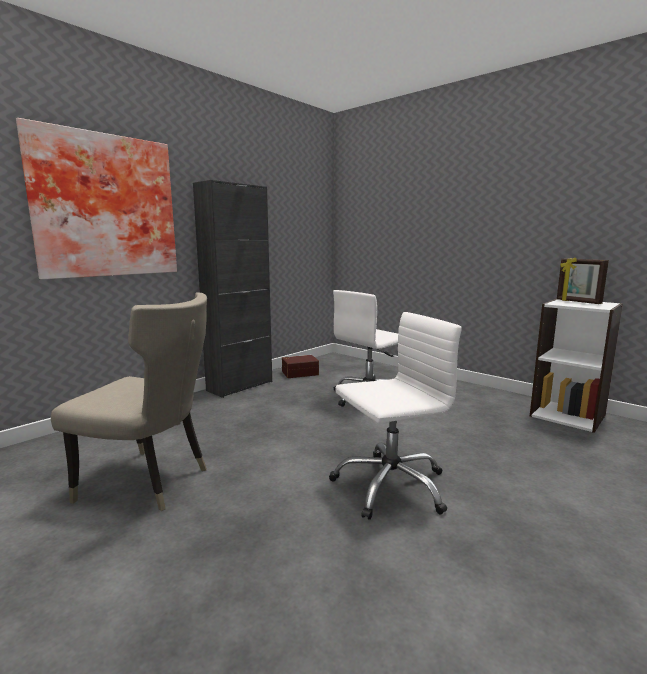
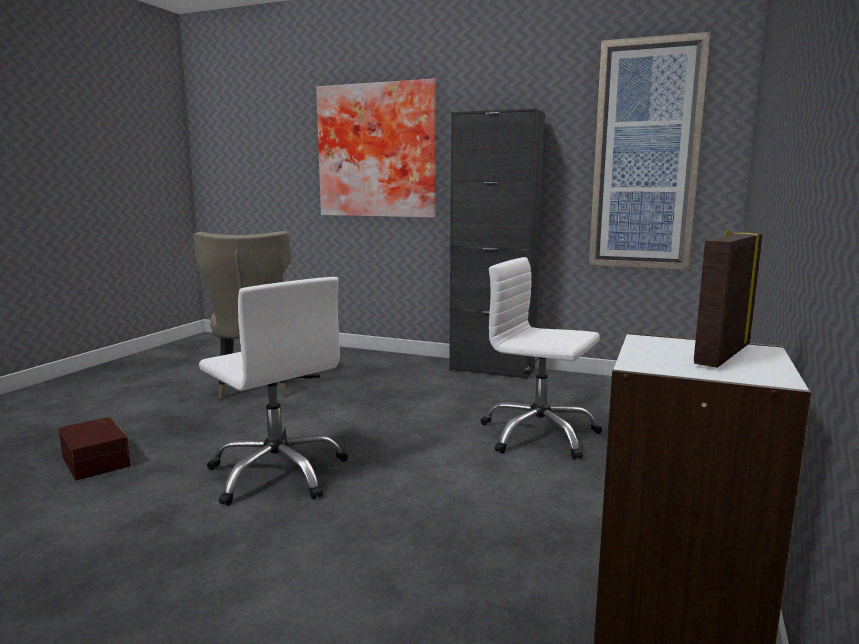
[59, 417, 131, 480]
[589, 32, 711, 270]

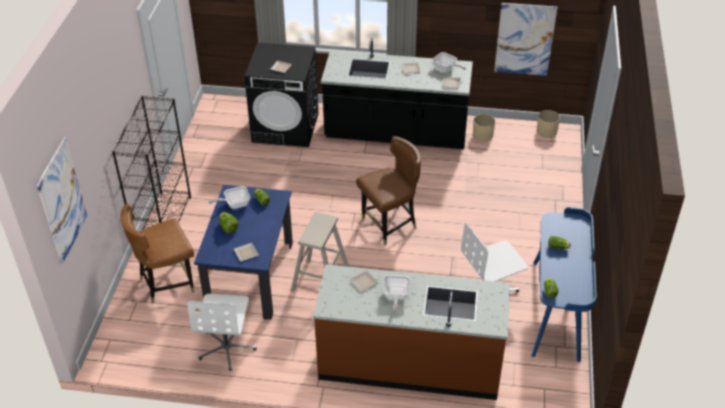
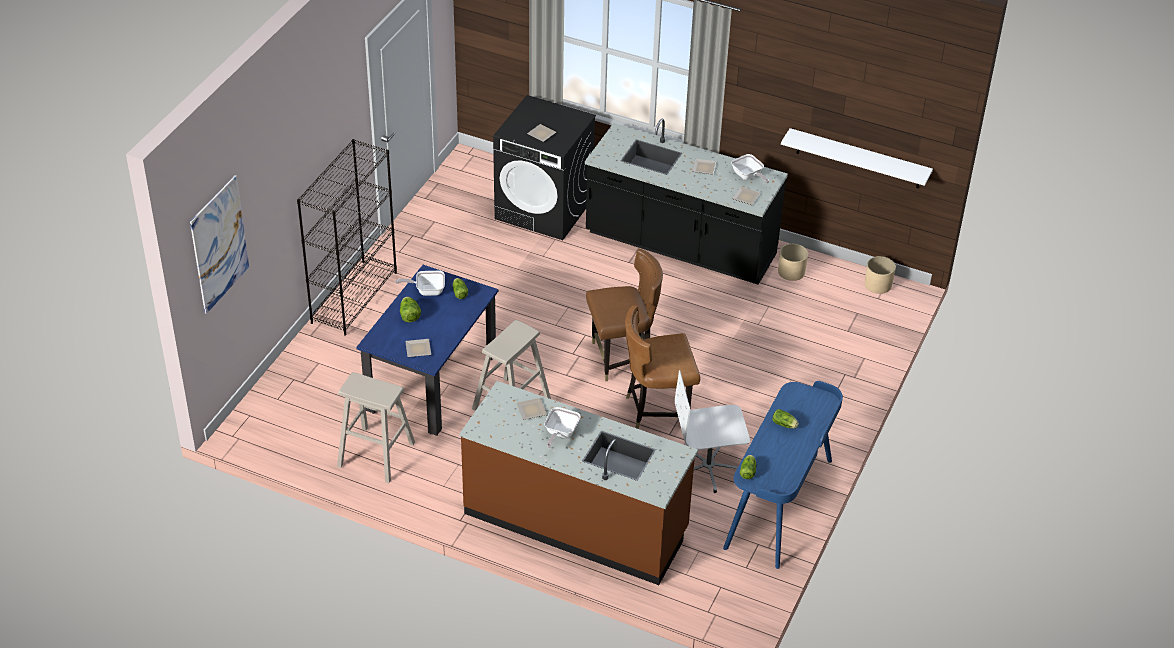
[781, 128, 933, 188]
[625, 305, 700, 429]
[337, 372, 415, 483]

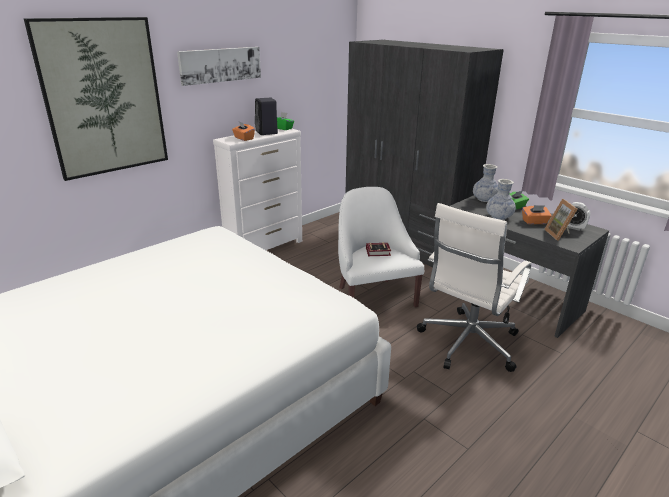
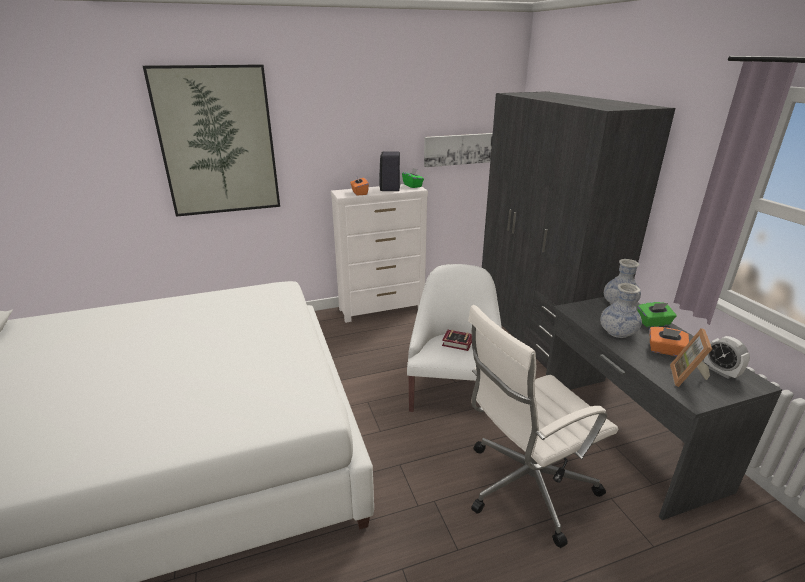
[424, 133, 493, 167]

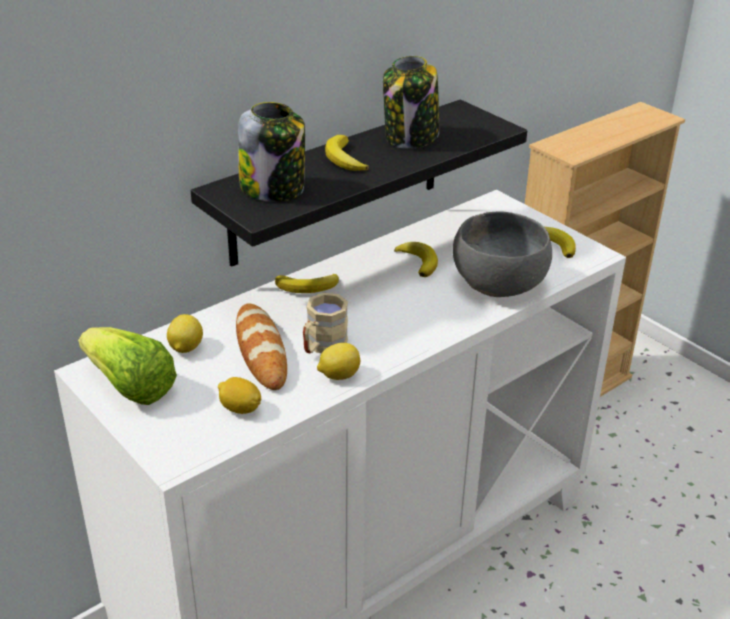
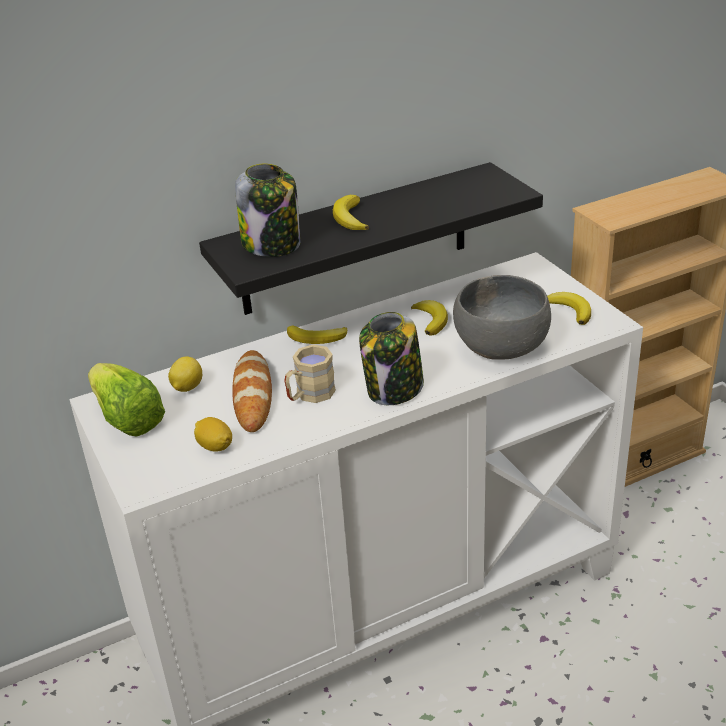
[359, 312, 424, 405]
[317, 343, 360, 380] (first image)

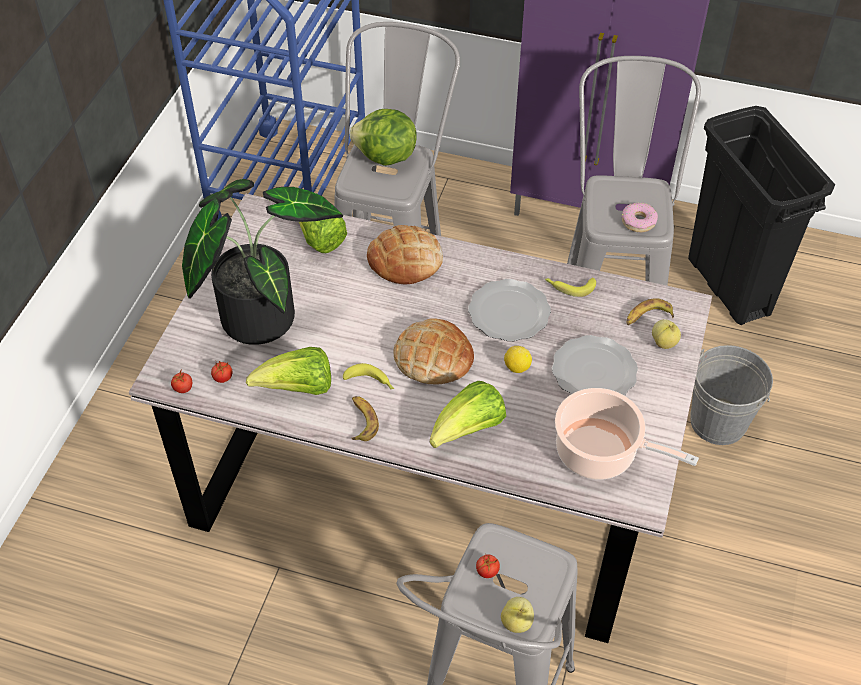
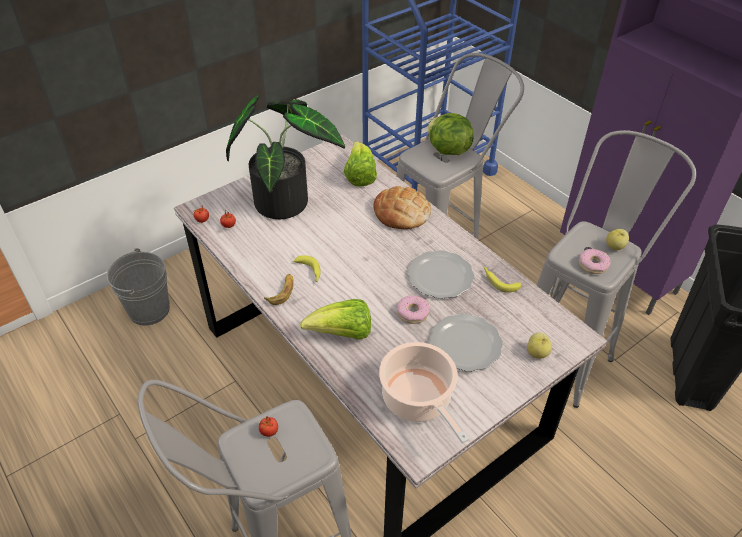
[627, 298, 674, 325] (first image)
[394, 318, 474, 385] (first image)
[107, 248, 170, 326]
[397, 295, 430, 324]
[246, 347, 331, 395] (first image)
[606, 229, 629, 250]

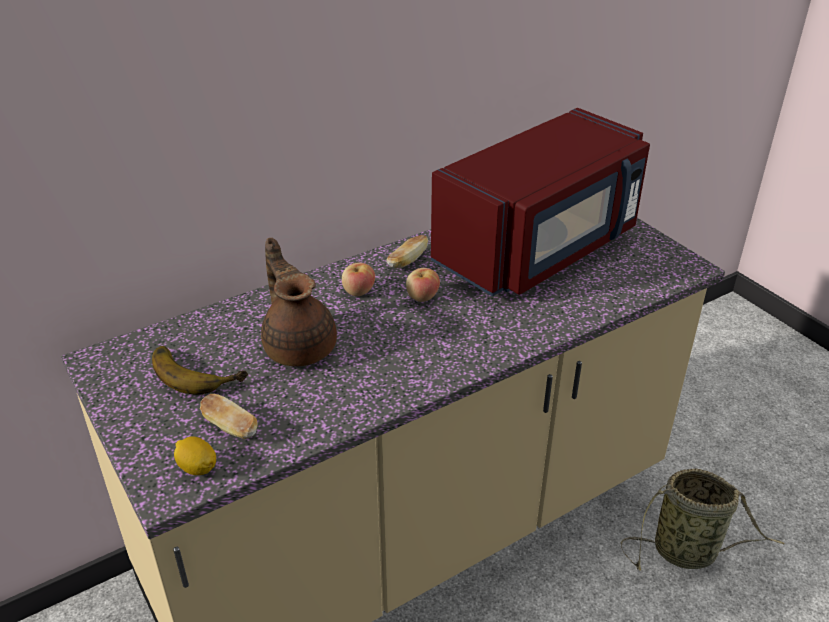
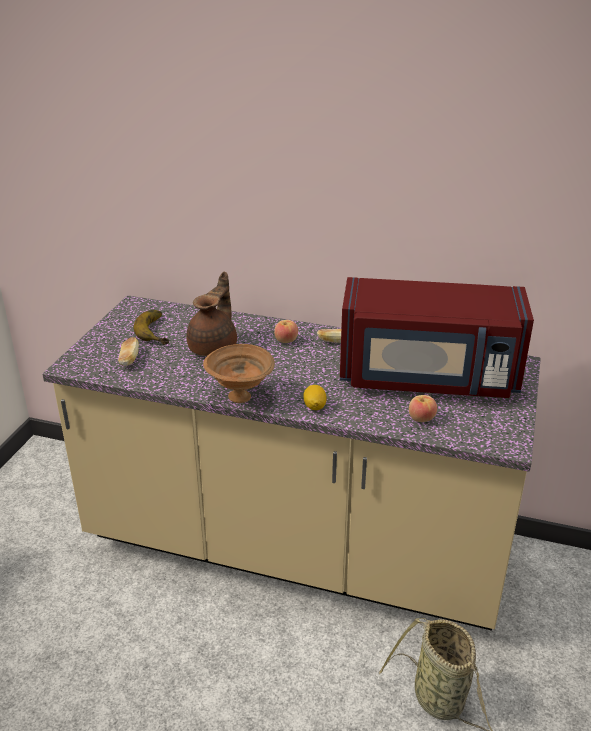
[409, 395, 437, 422]
[303, 385, 327, 410]
[203, 344, 275, 403]

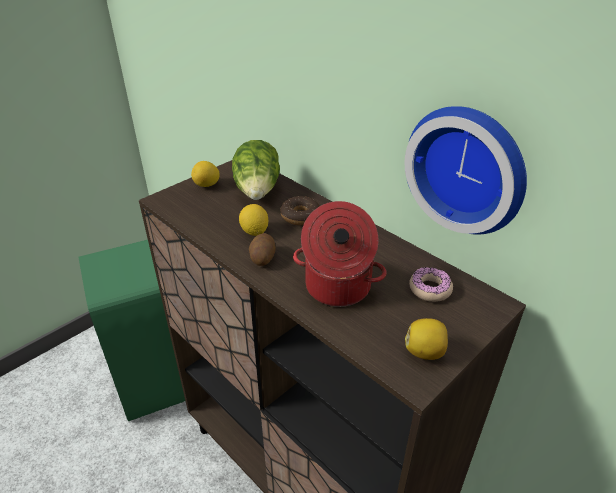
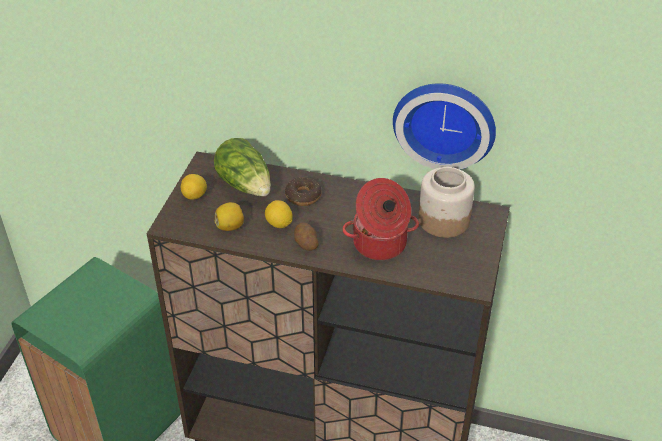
[418, 167, 475, 238]
[215, 202, 244, 231]

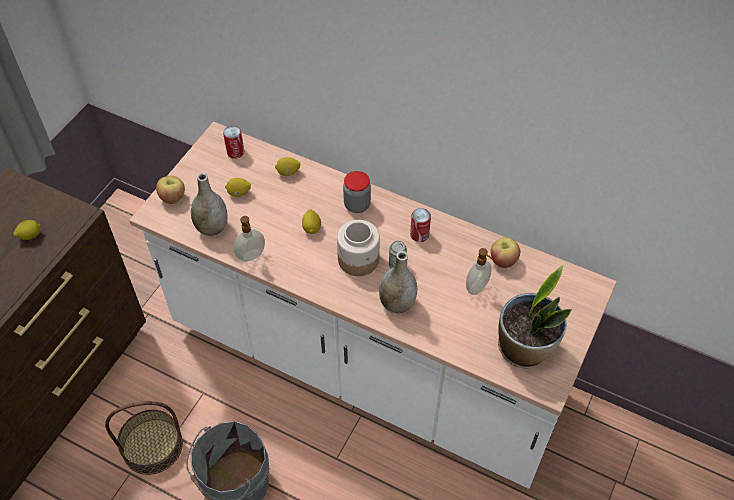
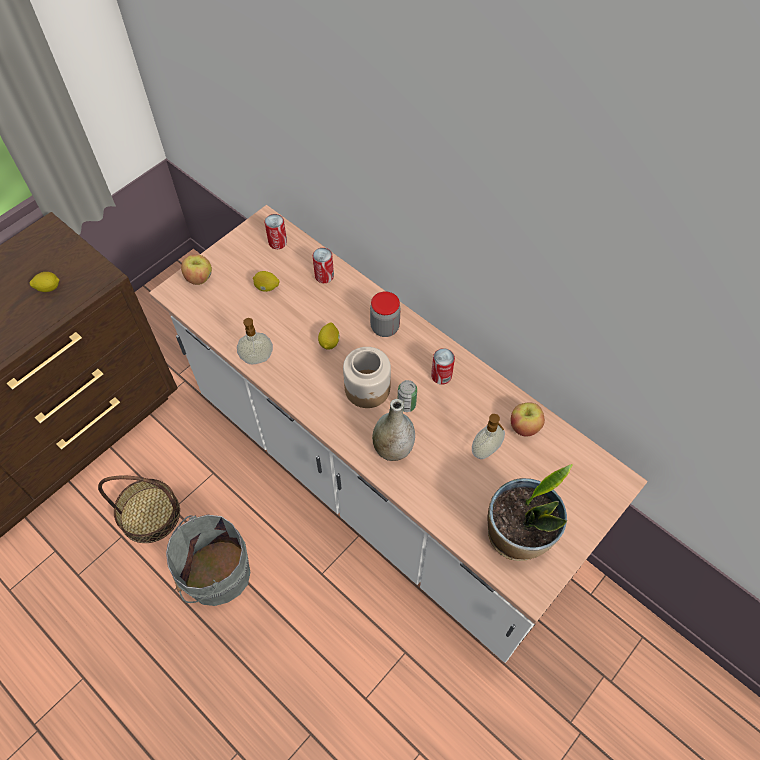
[313, 248, 334, 283]
[191, 173, 228, 236] (first image)

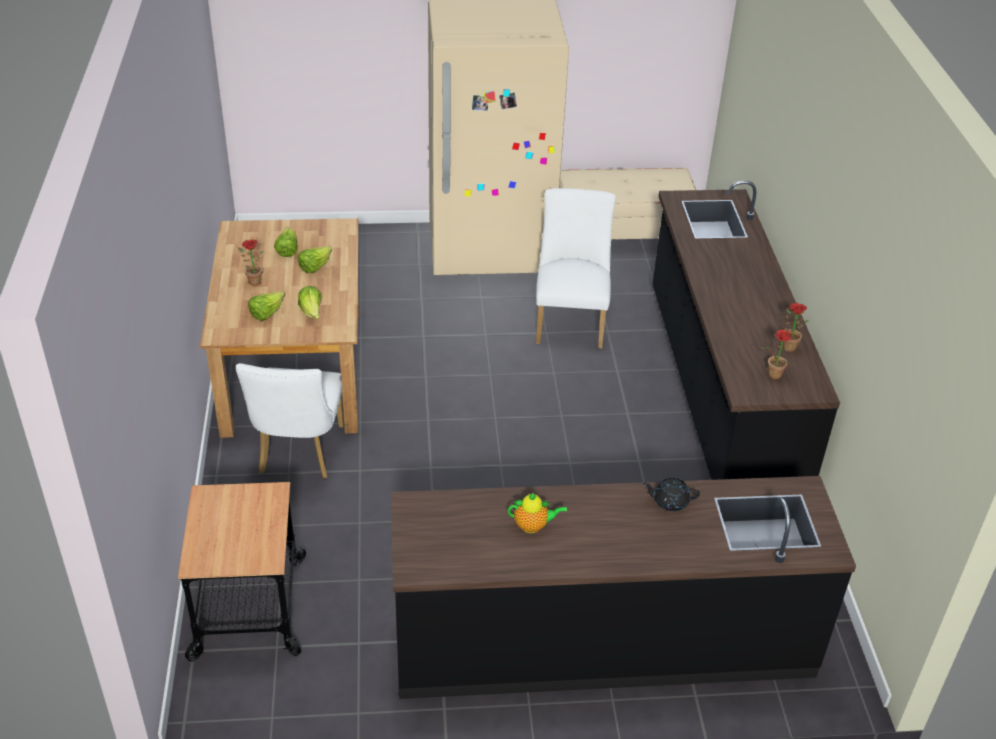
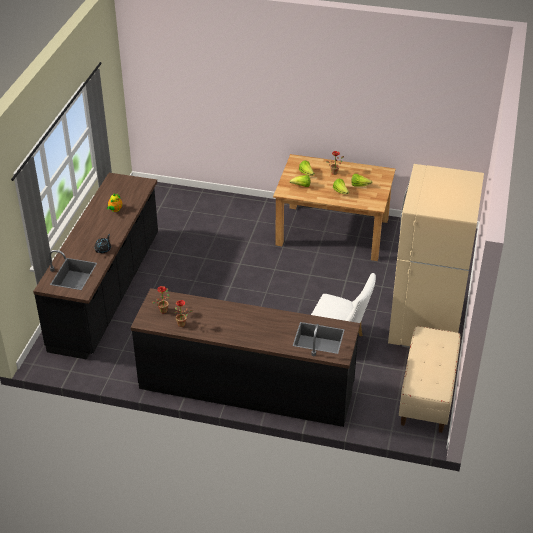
[236, 363, 344, 479] (first image)
[178, 482, 306, 662] (first image)

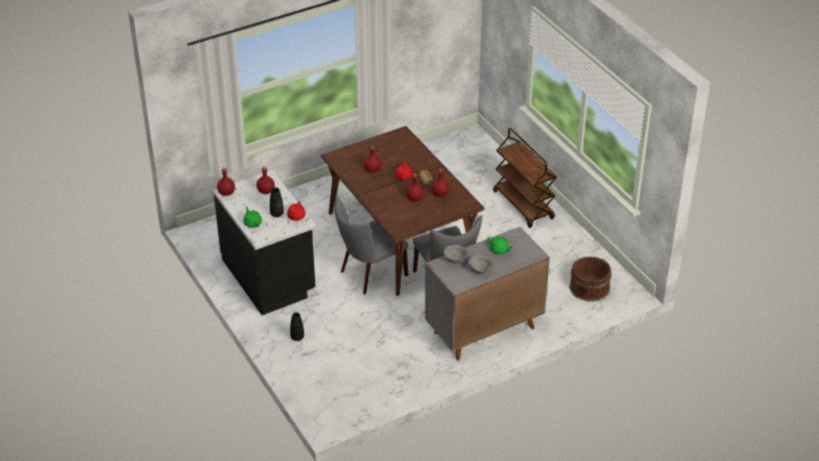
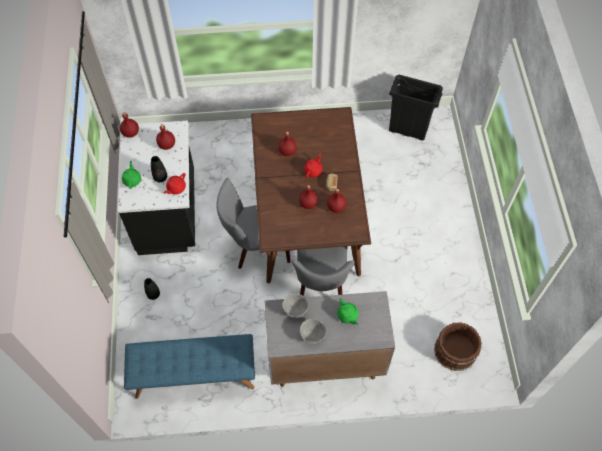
[493, 128, 557, 228] (first image)
[389, 75, 443, 141]
[124, 334, 255, 399]

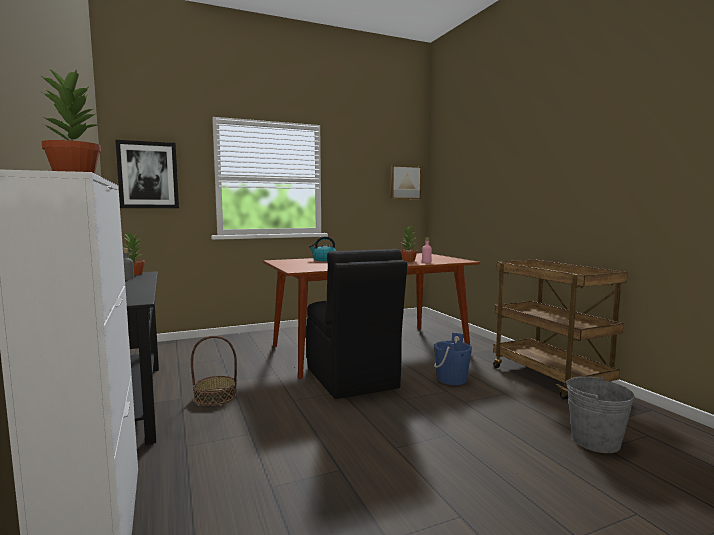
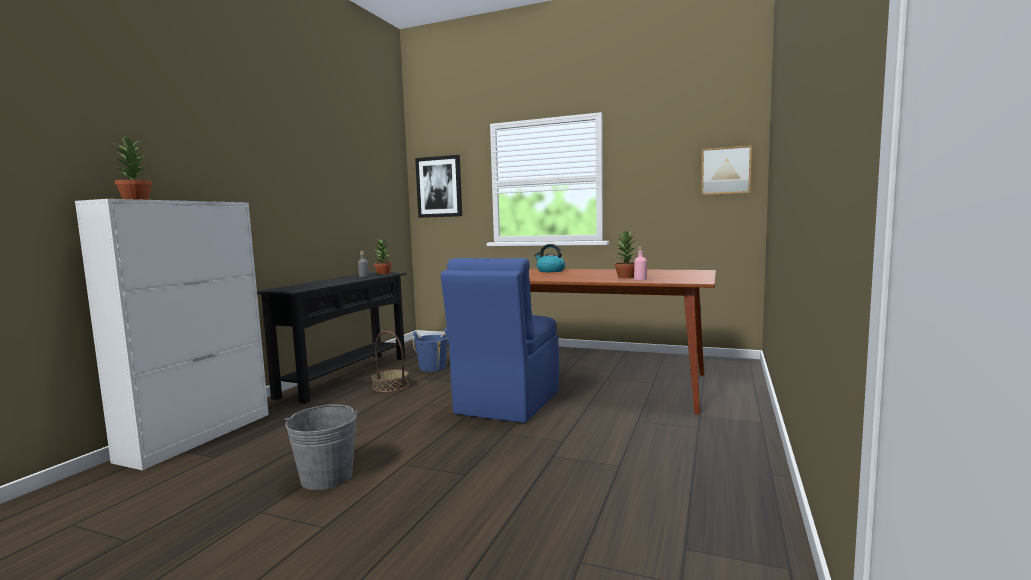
[441, 258, 559, 423]
[493, 259, 628, 400] (first image)
[413, 329, 448, 372]
[285, 404, 358, 490]

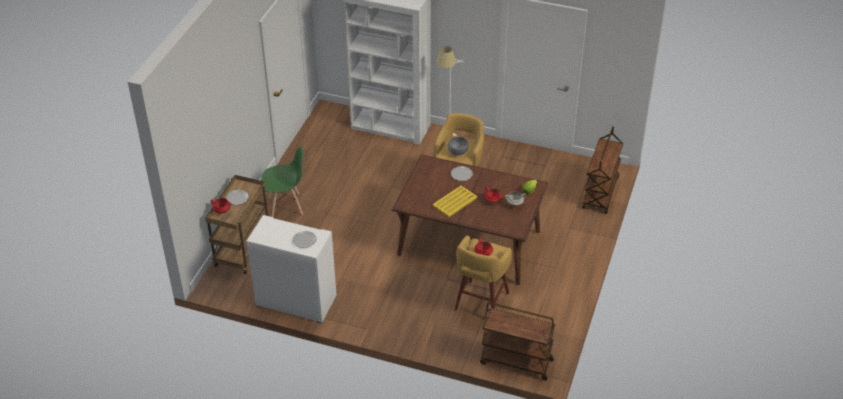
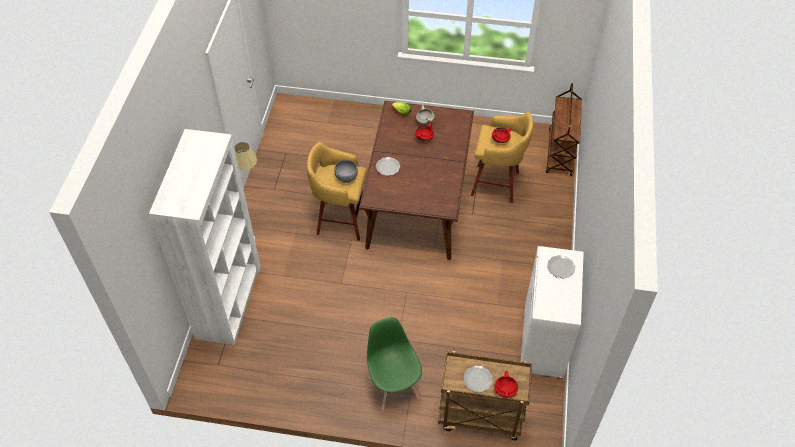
[582, 126, 623, 214] (first image)
[433, 186, 478, 217] (first image)

